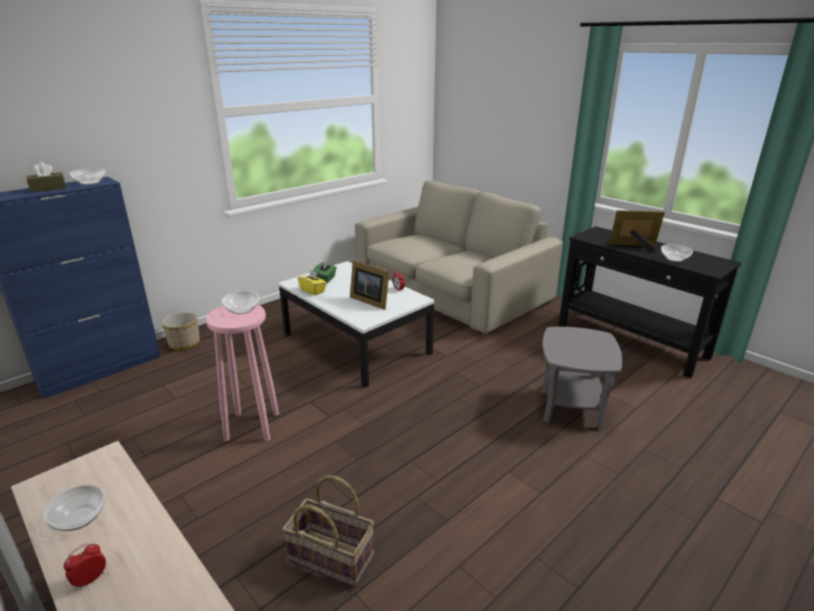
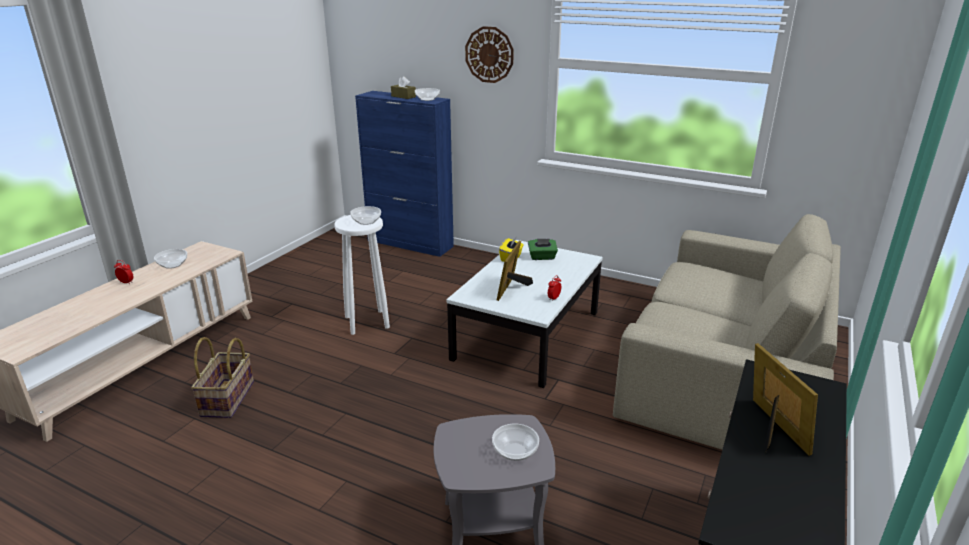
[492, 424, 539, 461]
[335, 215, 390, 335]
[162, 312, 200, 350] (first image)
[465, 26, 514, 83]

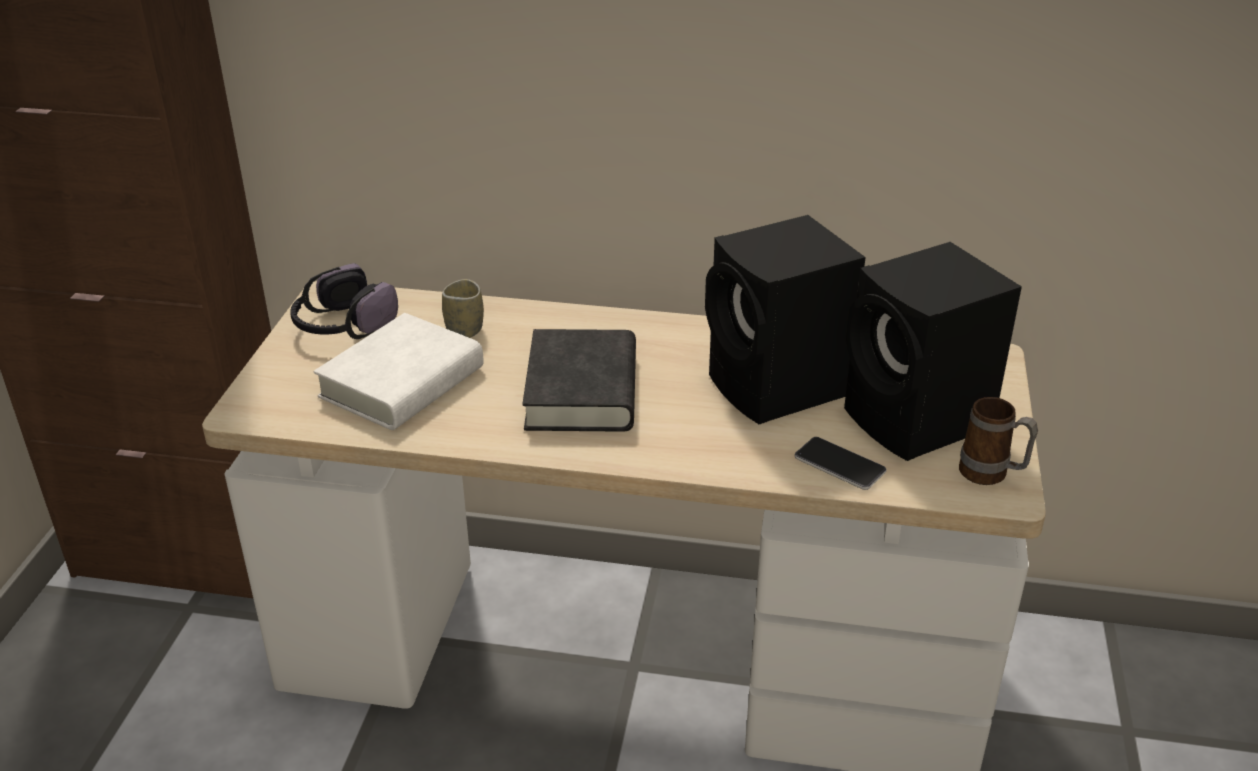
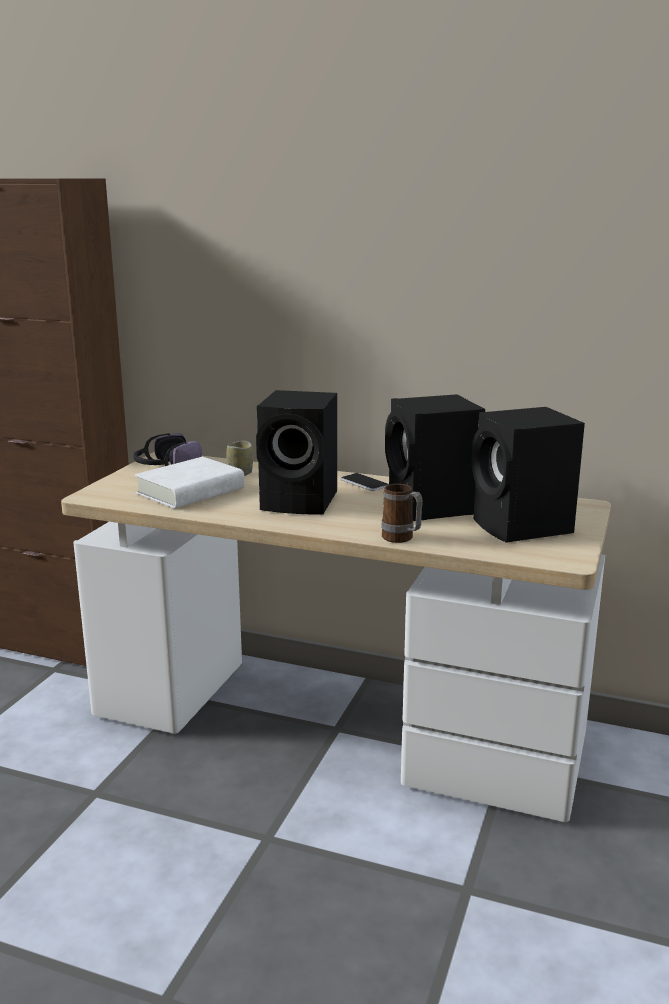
[256, 390, 337, 514]
[382, 484, 423, 543]
[341, 473, 389, 491]

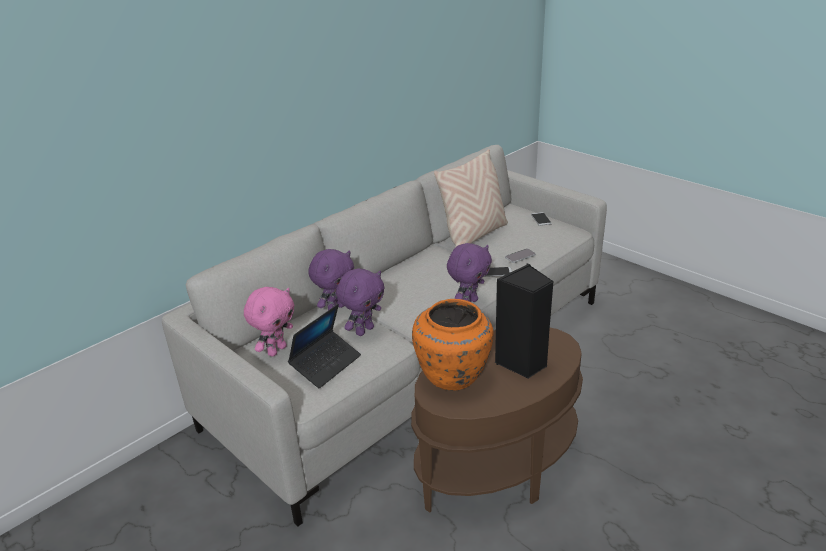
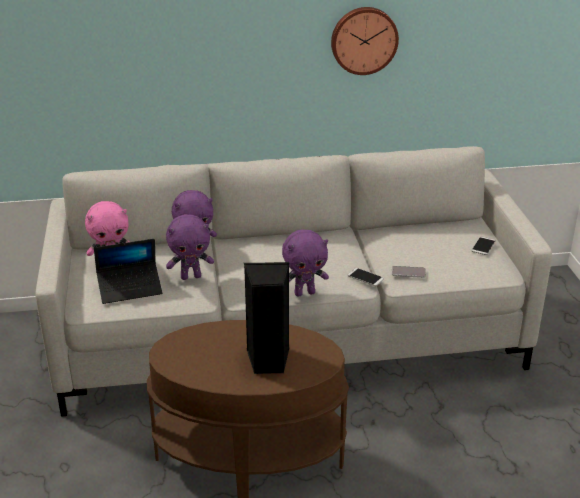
[434, 149, 508, 247] (first image)
[412, 299, 494, 391] (first image)
[331, 7, 399, 75]

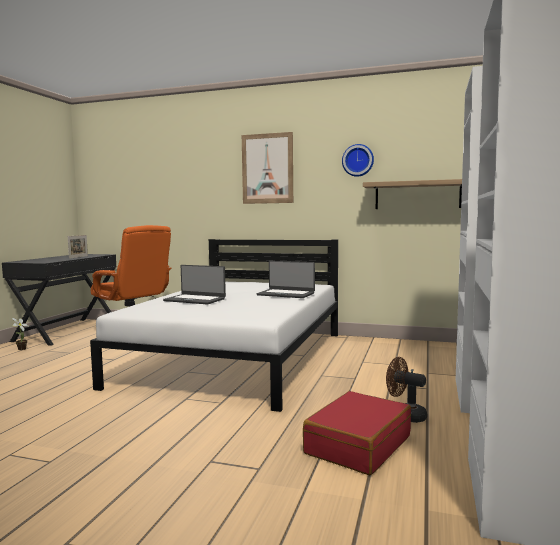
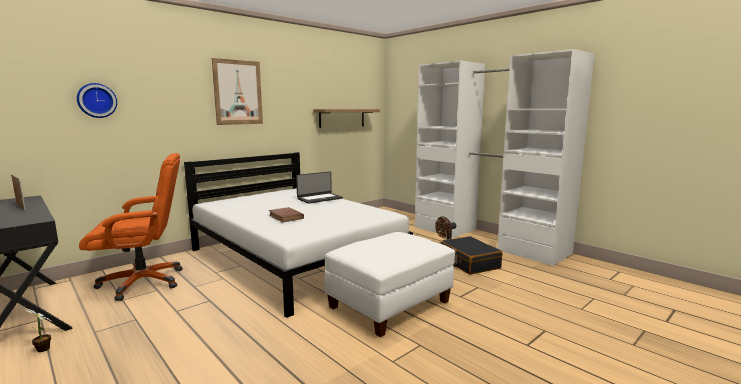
[77, 83, 117, 118]
[269, 207, 304, 222]
[440, 236, 503, 275]
[324, 232, 455, 337]

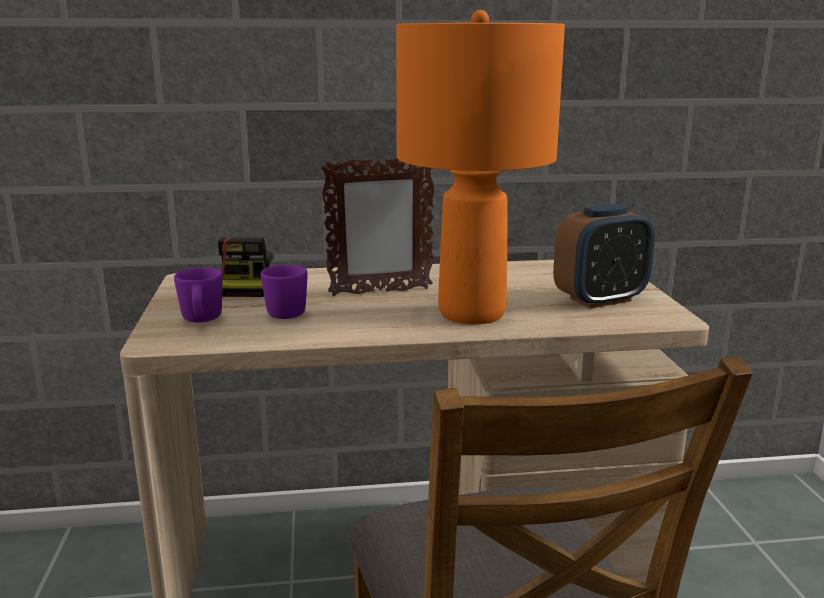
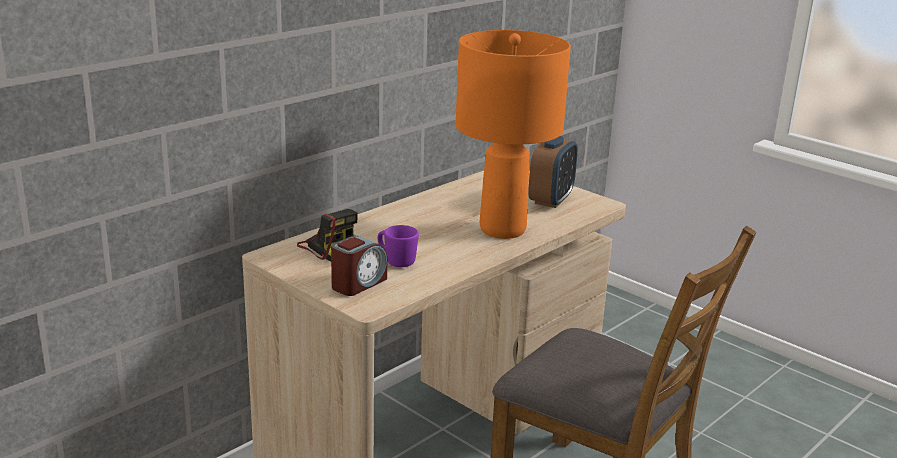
[321, 158, 434, 296] (first image)
[331, 236, 387, 296]

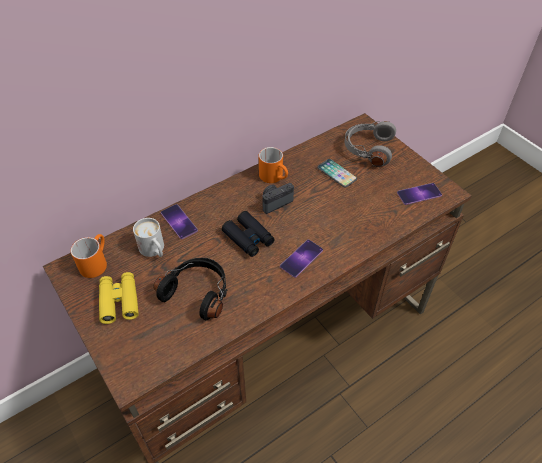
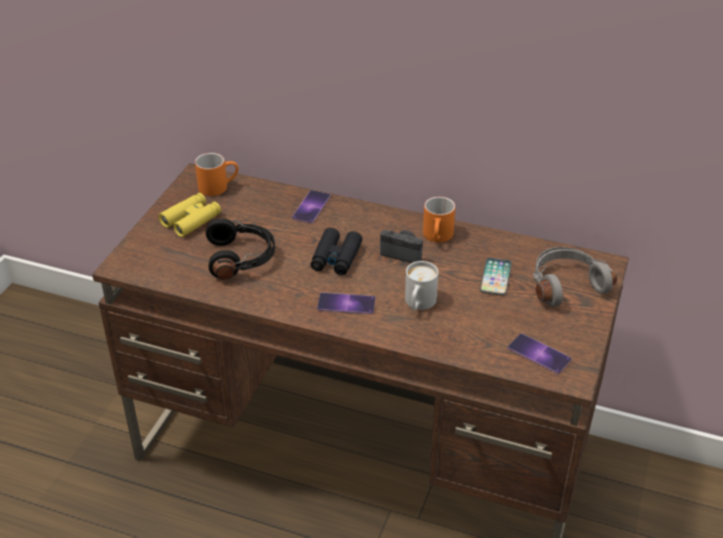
[405, 261, 438, 311]

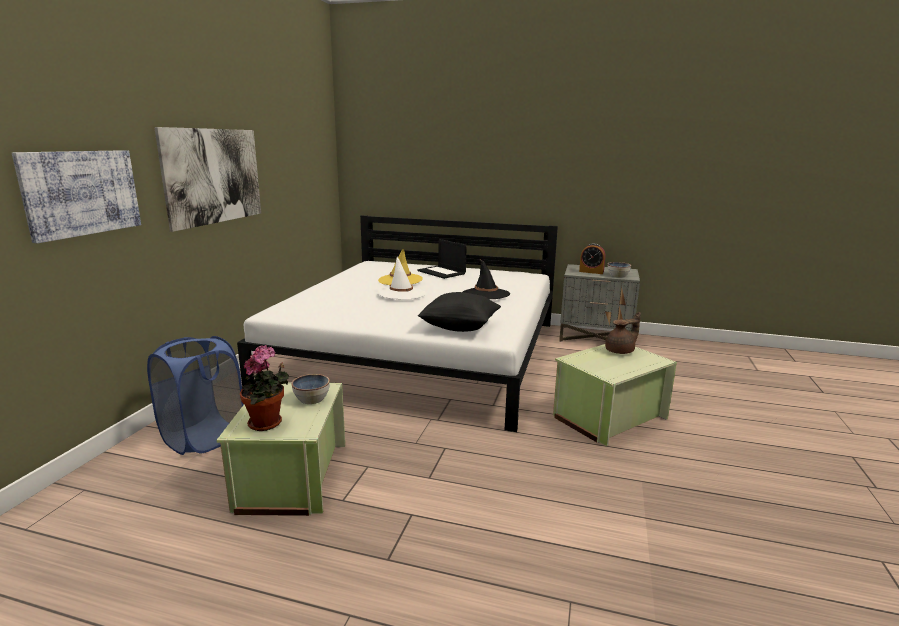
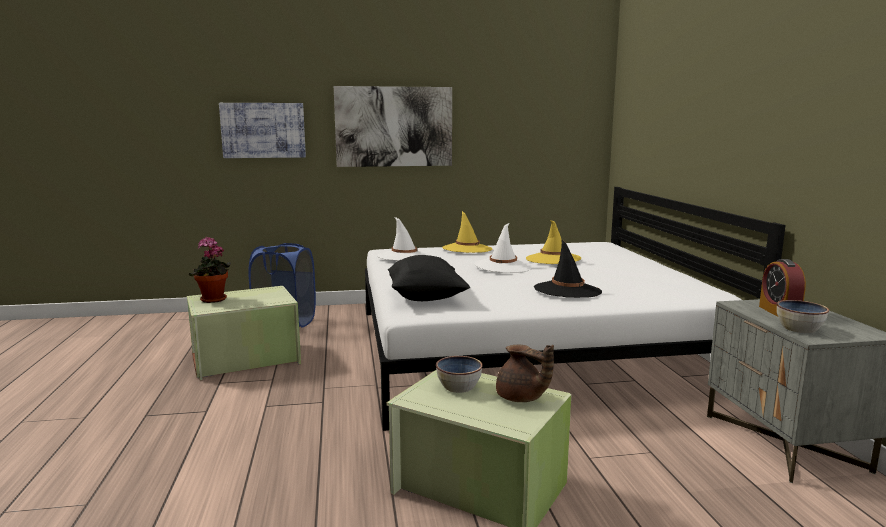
[417, 239, 467, 279] (first image)
[436, 356, 482, 393]
[442, 211, 492, 253]
[377, 217, 431, 261]

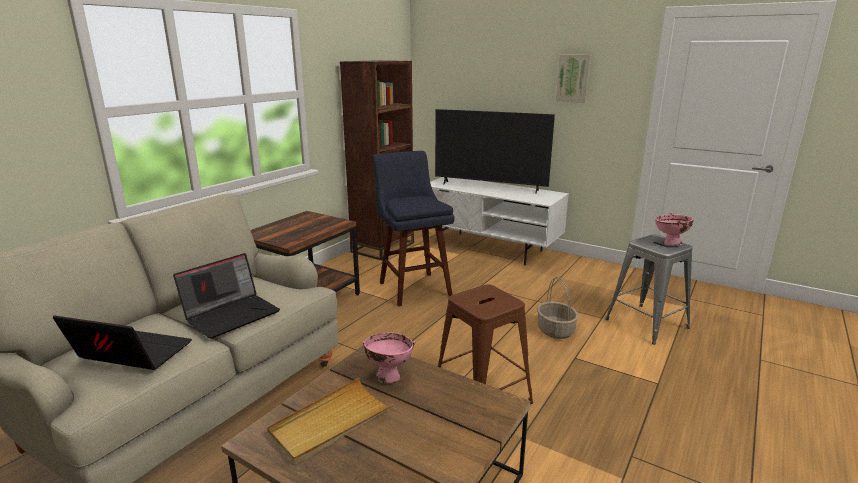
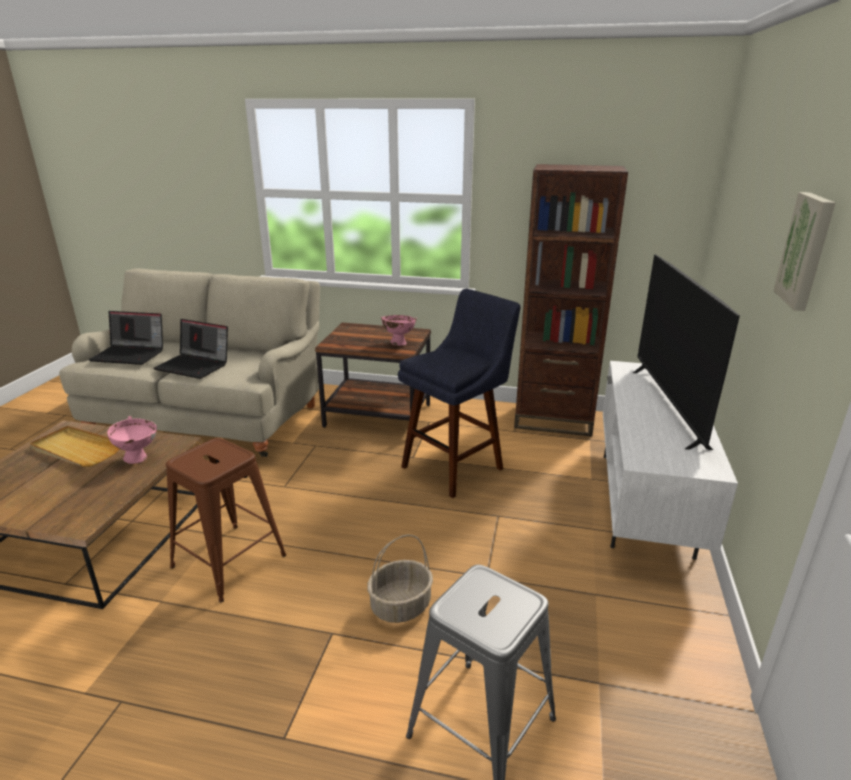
[381, 315, 417, 346]
[89, 311, 163, 365]

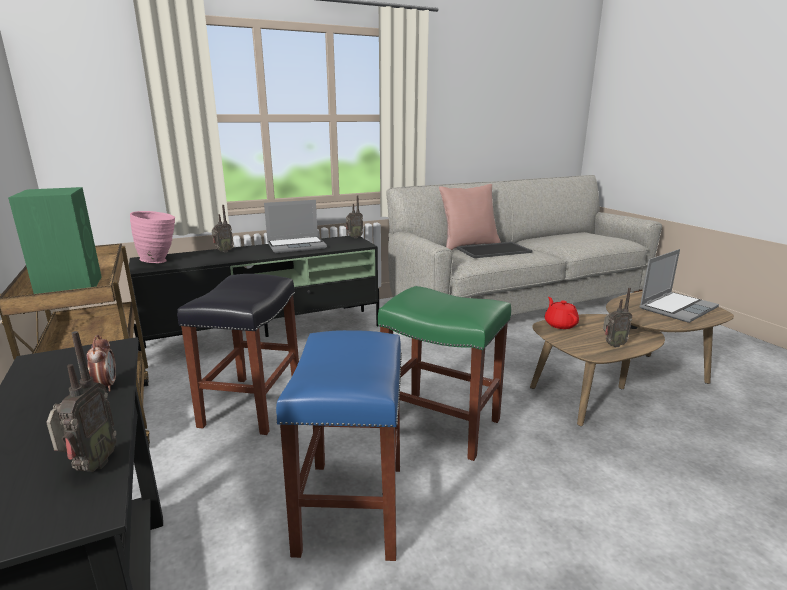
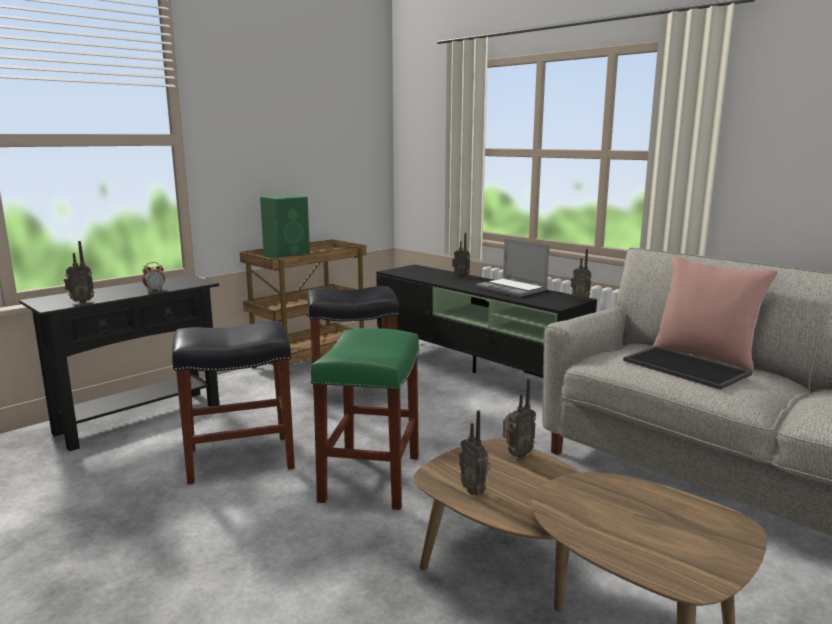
[130, 211, 175, 263] (first image)
[639, 249, 719, 323] (first image)
[503, 378, 536, 458]
[172, 321, 295, 485]

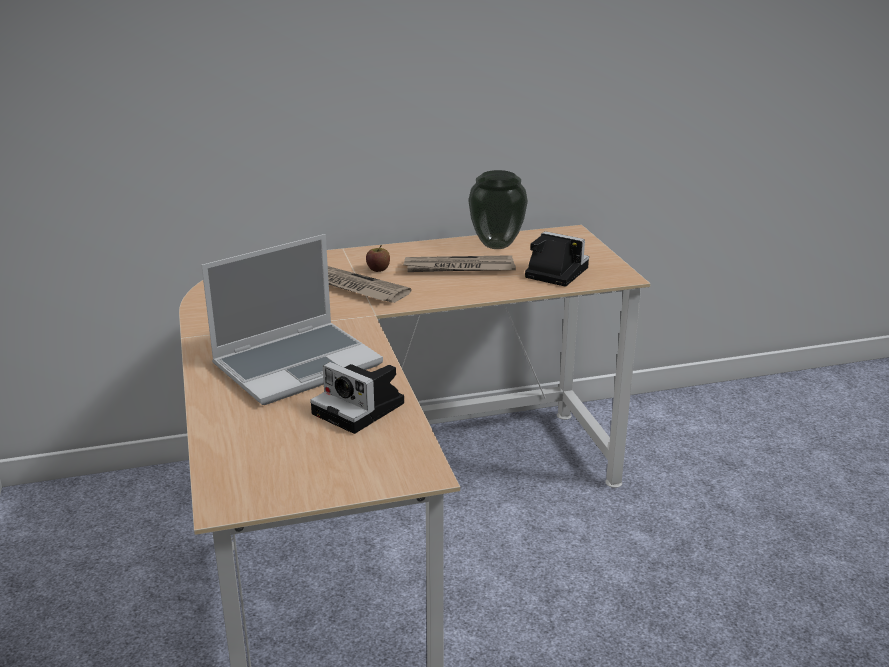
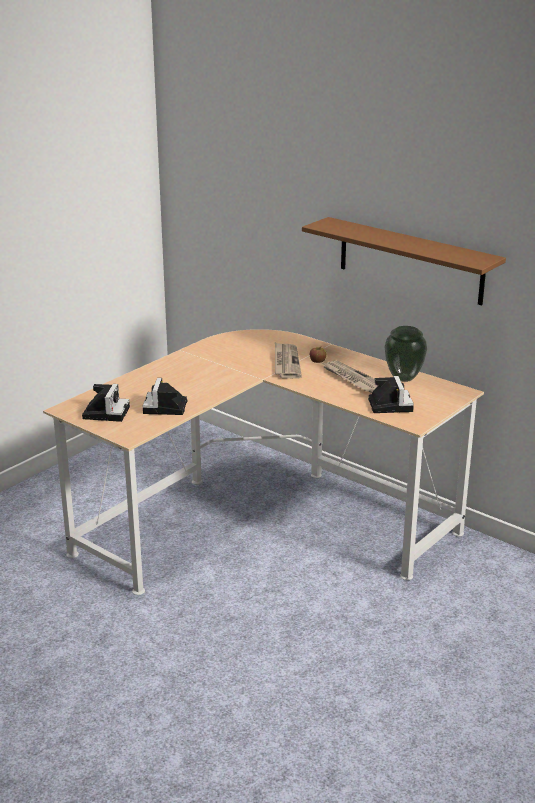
[201, 234, 383, 405] (first image)
[302, 217, 506, 305]
[82, 384, 130, 422]

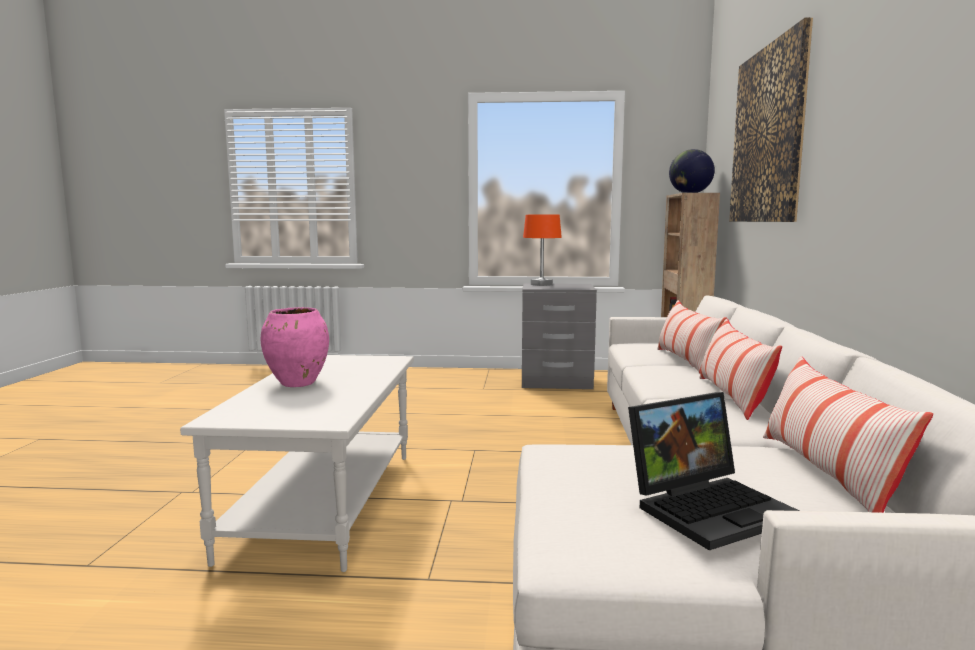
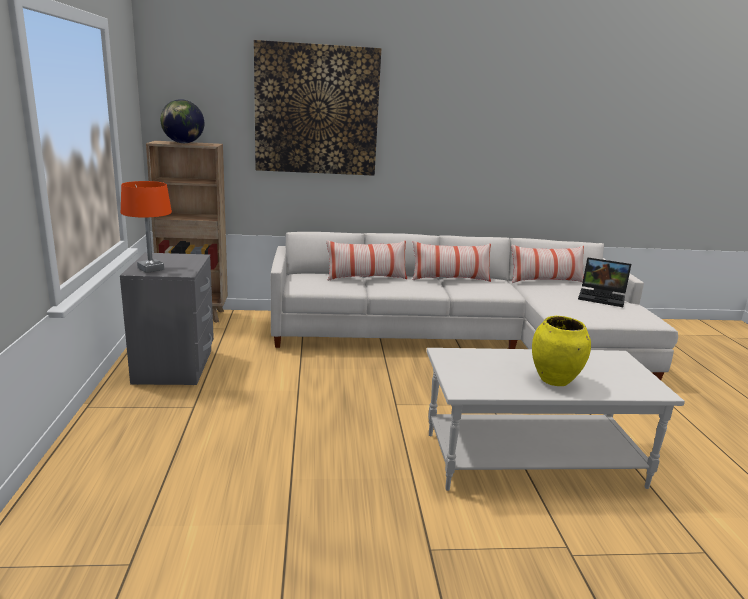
[532, 316, 591, 386]
[578, 257, 631, 307]

